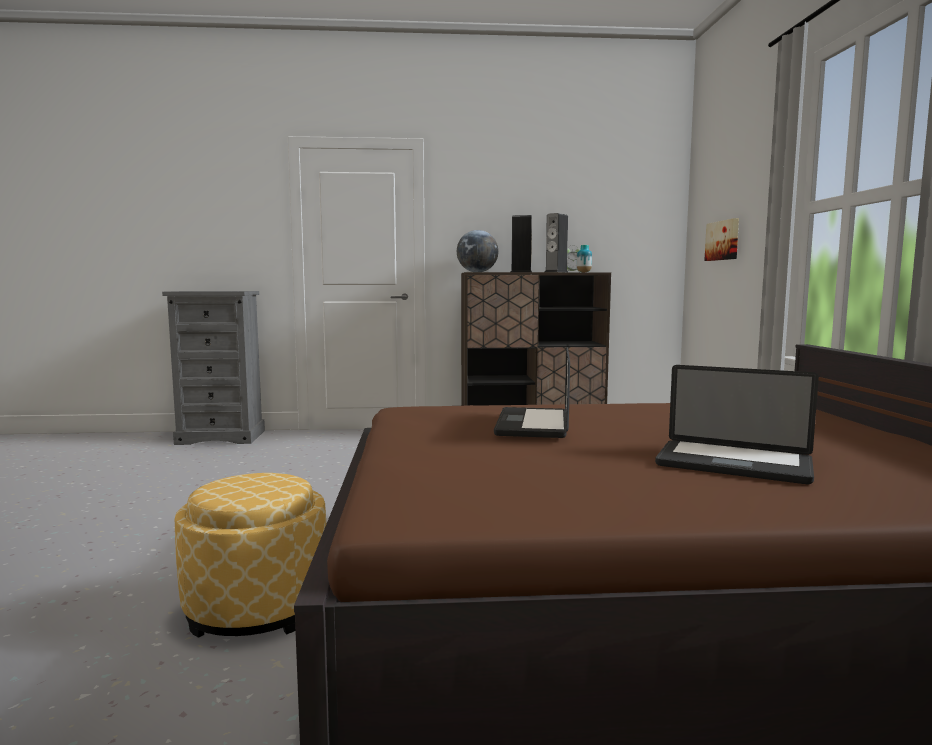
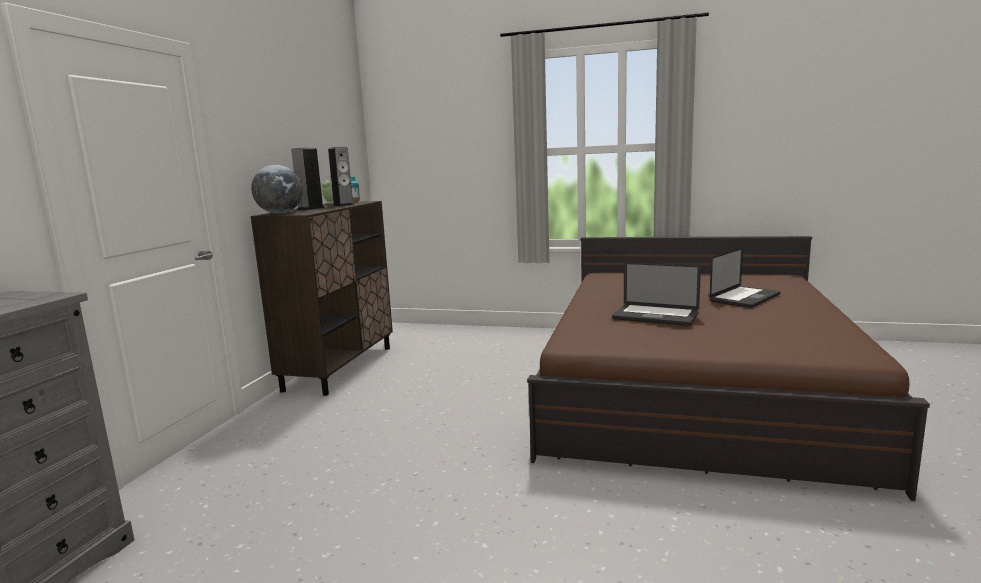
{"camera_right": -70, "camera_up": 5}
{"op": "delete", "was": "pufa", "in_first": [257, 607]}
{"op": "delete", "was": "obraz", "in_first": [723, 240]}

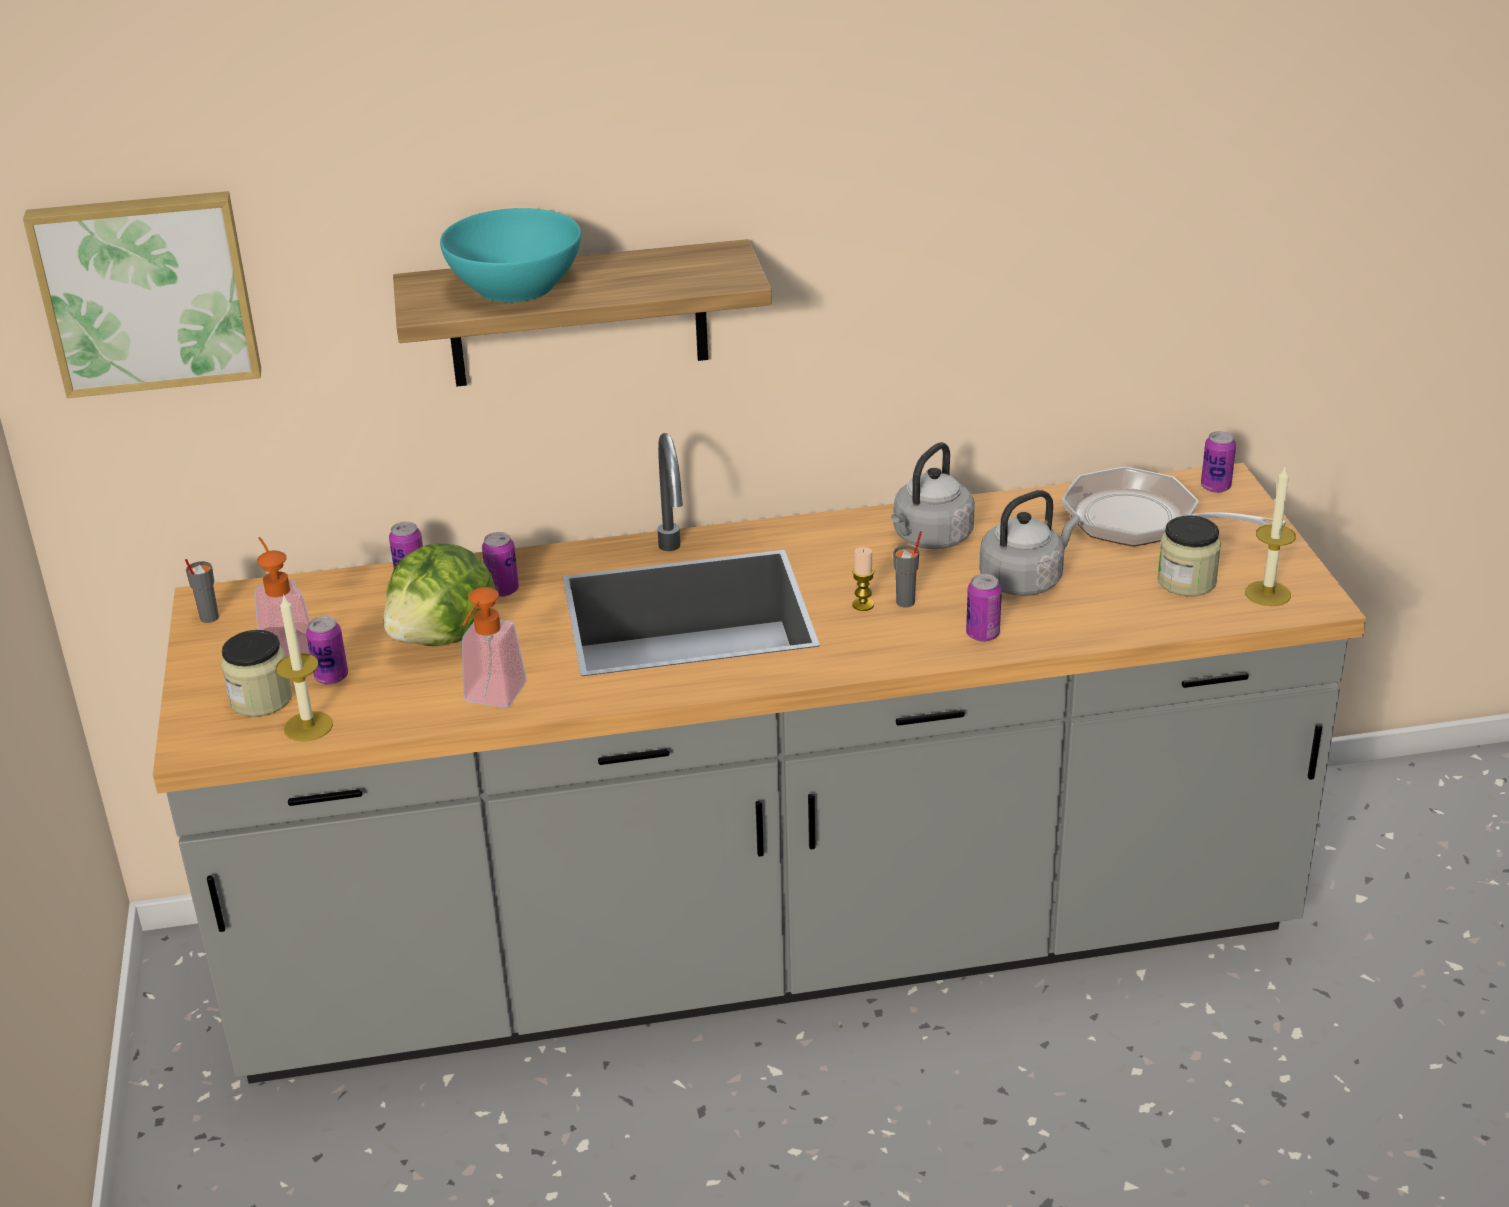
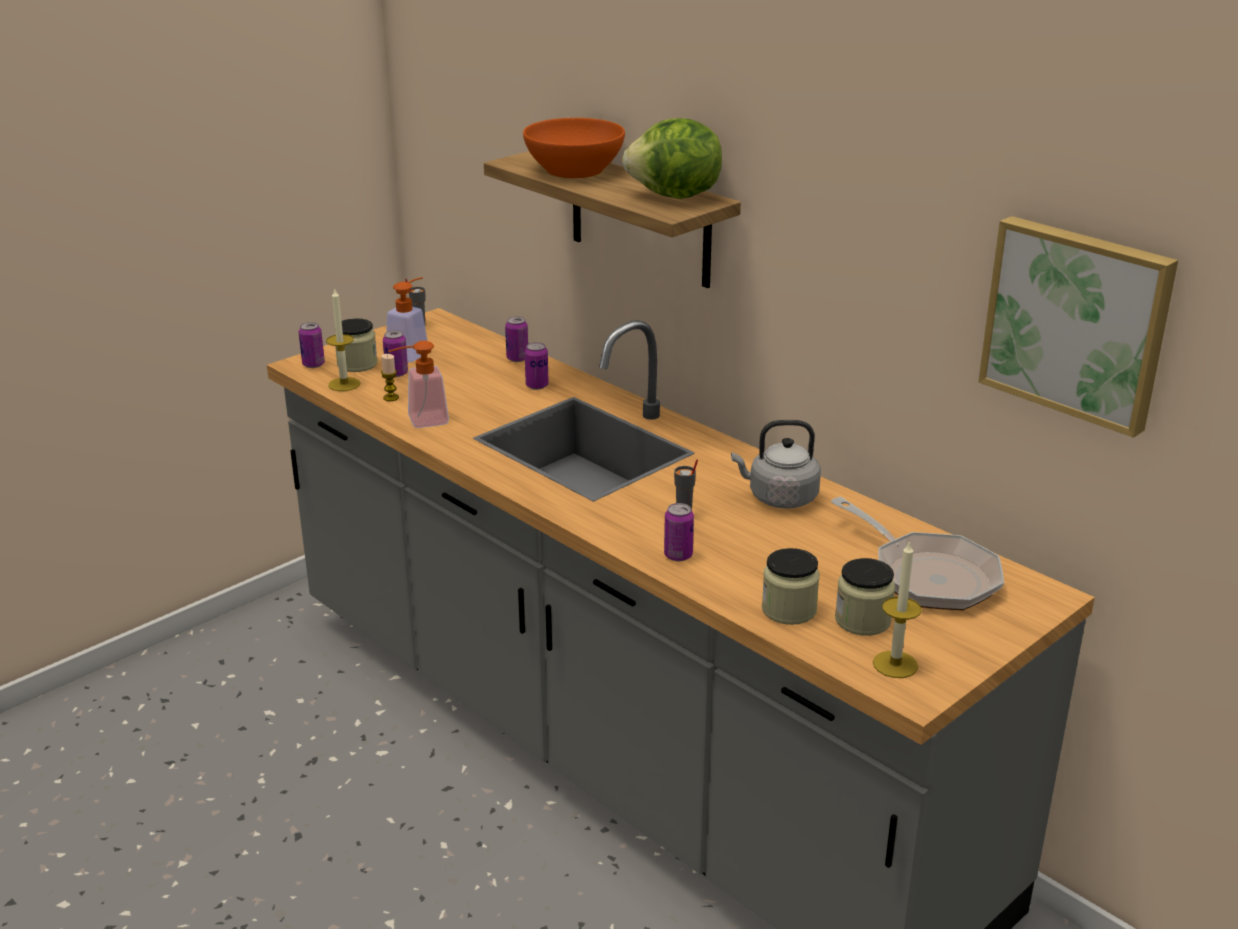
{"camera_right": 55, "camera_up": -5}
{"op": "delete", "was": "czajnik/szary", "in_first": [1024, 580]}
{"op": "insert", "now": "słoik", "in_second": [789, 610]}
{"op": "move", "was": "obraz", "in_first": [147, 291], "in_second": [1077, 322]}
{"op": "move", "was": "sałata", "in_first": [445, 638], "in_second": [675, 197]}
{"op": "move", "was": "świeca", "in_first": [863, 605], "in_second": [391, 398]}
{"op": "move", "was": "puszka", "in_first": [1215, 487], "in_second": [313, 364]}
{"op": "recolor", "was": "miska/turkusowy", "now": "miska/pomarańczowy", "in_first": [516, 286], "in_second": [575, 170]}
{"op": "rotate", "was": "patelnia", "in_first": [1142, 521], "in_second": [927, 575], "clockwise": 150}

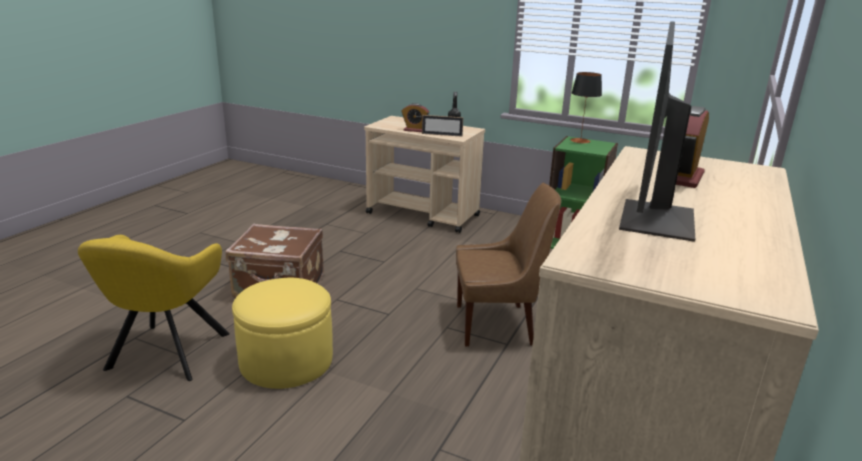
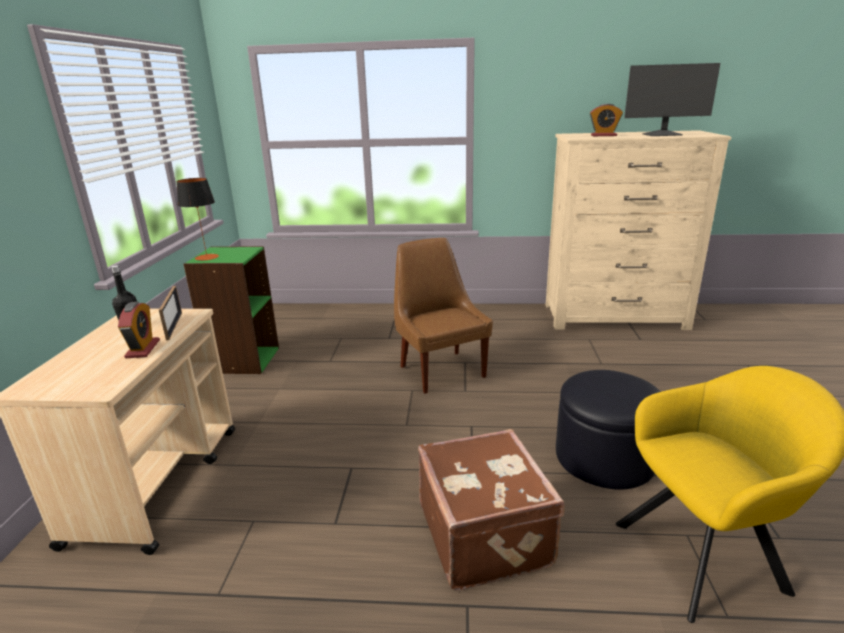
{"camera_right": -110, "camera_up": 0}
{"op": "recolor", "was": "pufa/żółty", "now": "pufa/czarny", "in_first": [287, 360], "in_second": [604, 457]}

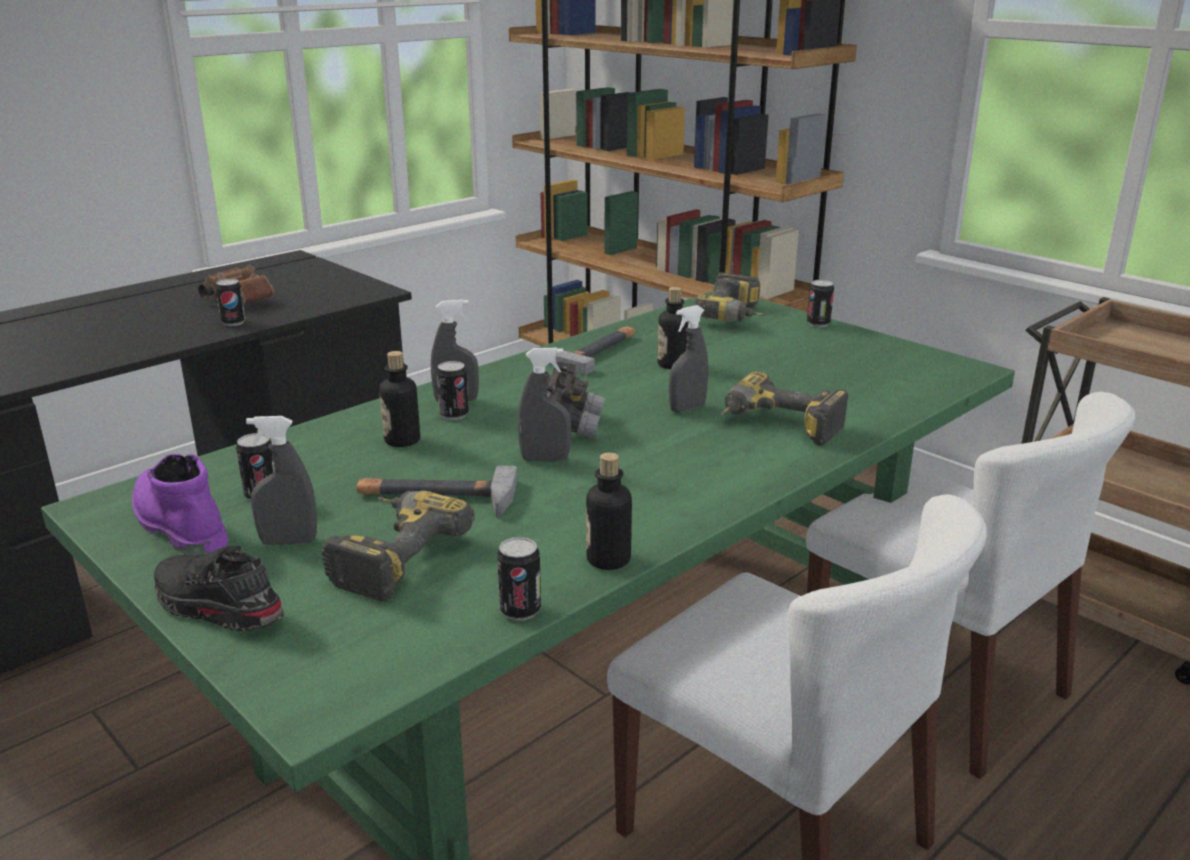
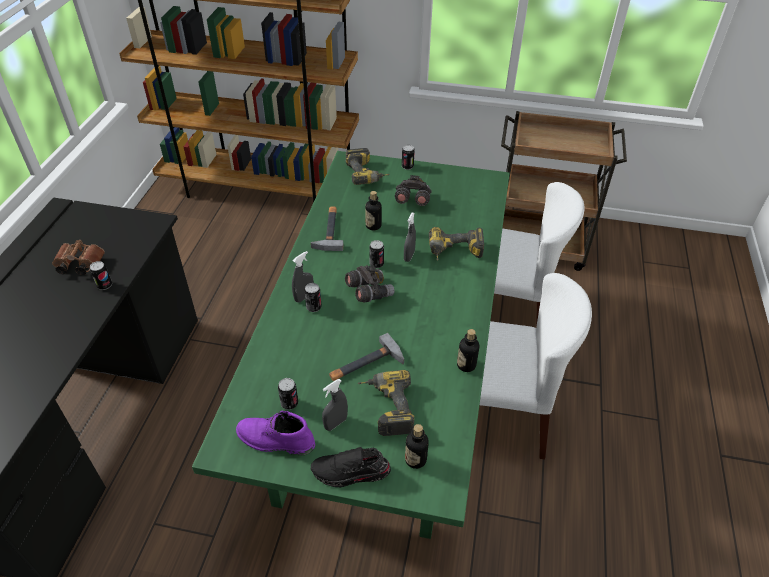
{"camera_right": -35, "camera_up": 20}
{"op": "delete", "was": "spryskiwacz/szary", "in_first": [545, 459]}
{"op": "insert", "now": "lornetka/szary", "in_second": [412, 201]}
{"op": "move", "was": "butelka", "in_first": [402, 440], "in_second": [415, 459]}
{"op": "move", "was": "puszka", "in_first": [520, 610], "in_second": [376, 264]}

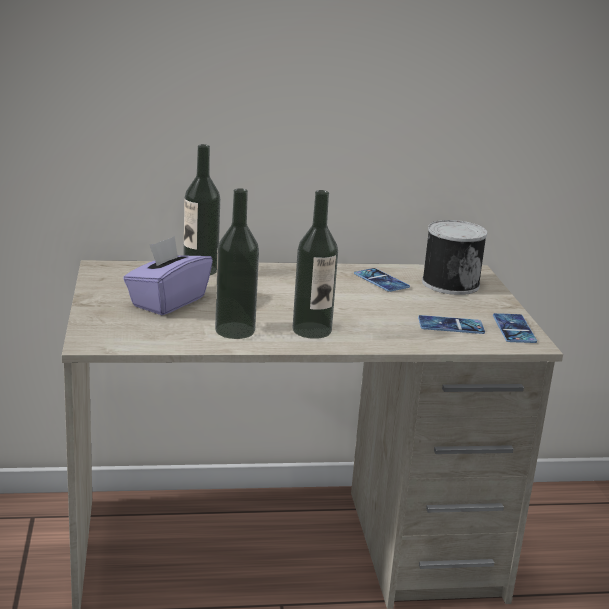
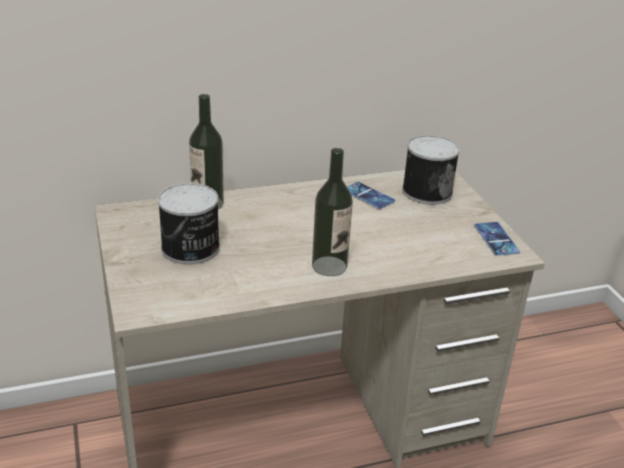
{"camera_right": -10, "camera_up": 10}
{"op": "delete", "was": "butelka", "in_first": [235, 330]}
{"op": "delete", "was": "telefon", "in_first": [451, 325]}
{"op": "replace", "was": "pudełko chusteczek/fioletowy", "now": "puszka", "in_first": [167, 302], "in_second": [191, 248]}

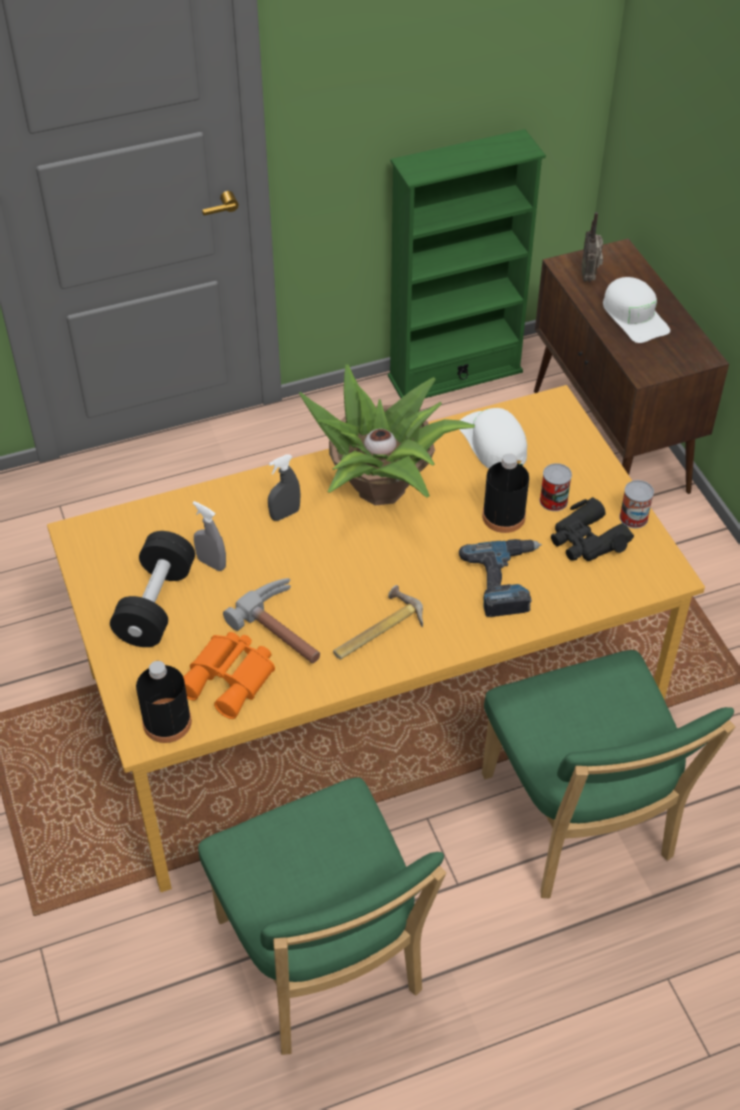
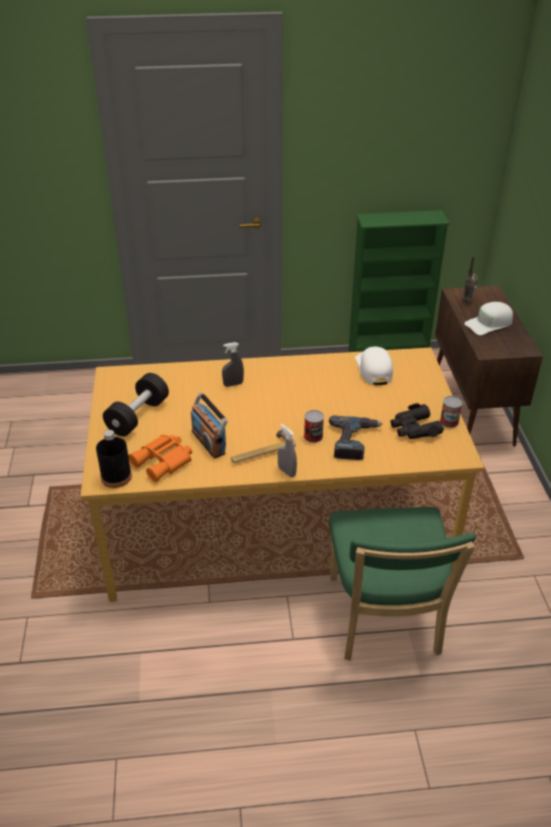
{"camera_right": 15, "camera_up": -10}
{"op": "delete", "was": "krzesło/zielony", "in_first": [323, 964]}
{"op": "delete", "was": "roślina doniczkowa", "in_first": [382, 489]}
{"op": "delete", "was": "butelka/czarny", "in_first": [503, 516]}
{"op": "move", "was": "spryskiwacz/szary", "in_first": [211, 563], "in_second": [286, 471]}
{"op": "move", "was": "puszka", "in_first": [553, 500], "in_second": [313, 436]}
{"op": "replace", "was": "młotek", "now": "radio", "in_first": [287, 629], "in_second": [209, 442]}
{"op": "rotate", "was": "czapka z daszkiem/biały", "in_first": [634, 316], "in_second": [489, 324], "clockwise": 75}

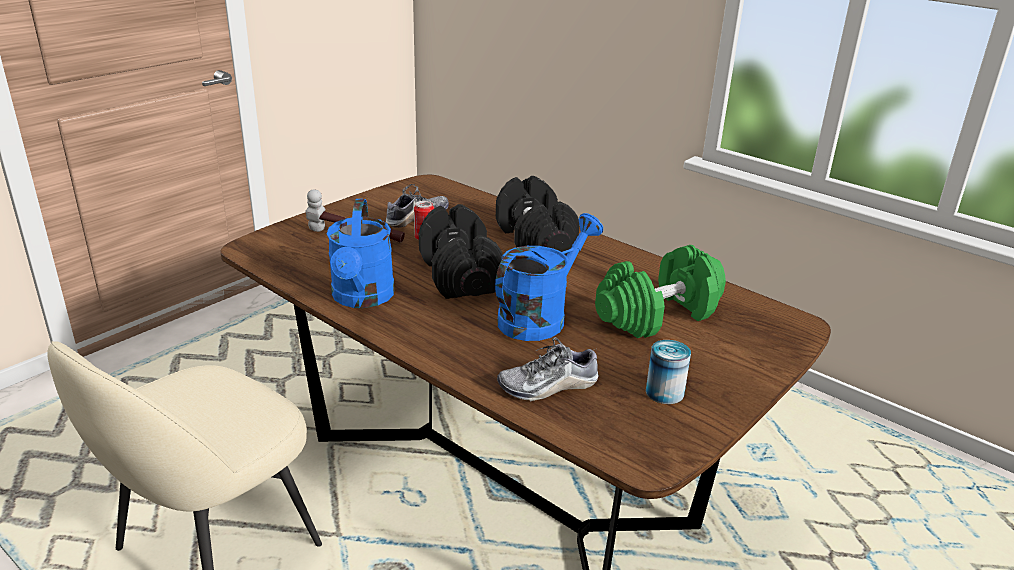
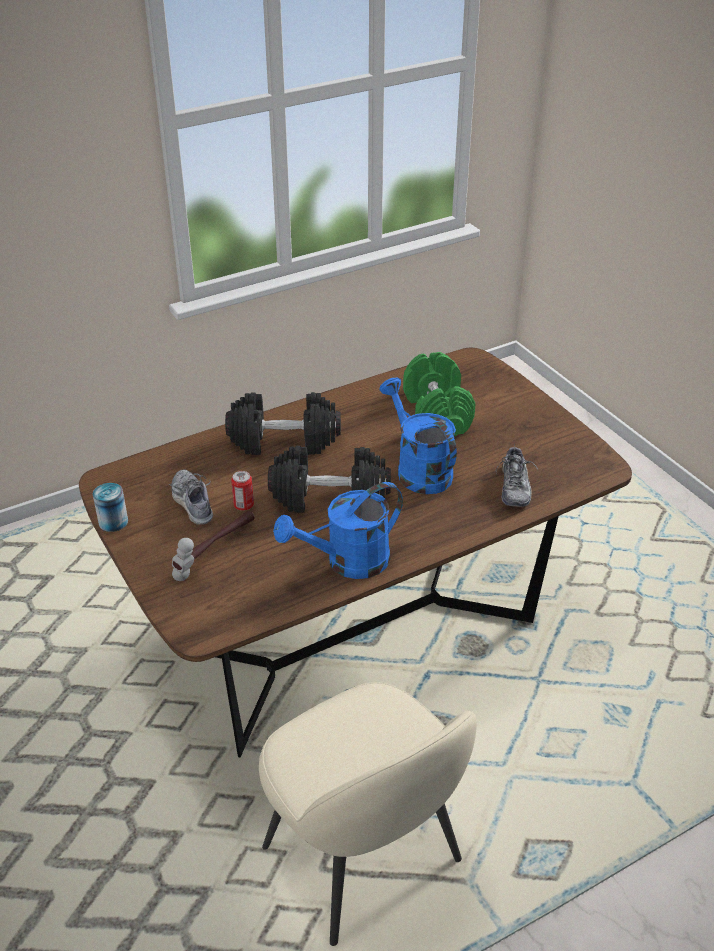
{"camera_right": -70, "camera_up": 10}
{"op": "move", "was": "puszka", "in_first": [664, 392], "in_second": [113, 522]}
{"op": "rotate", "was": "konewka/niebieski", "in_first": [362, 298], "in_second": [347, 562], "clockwise": 135}

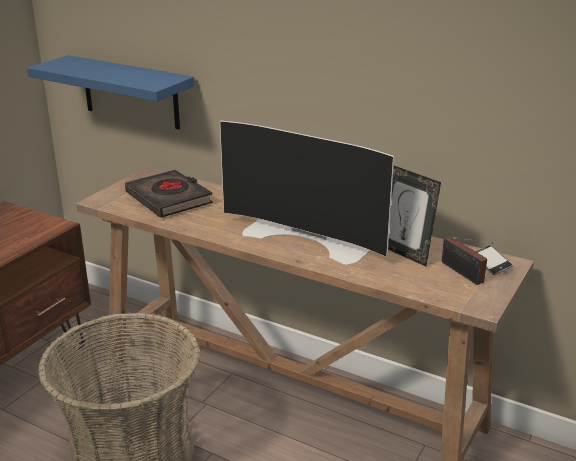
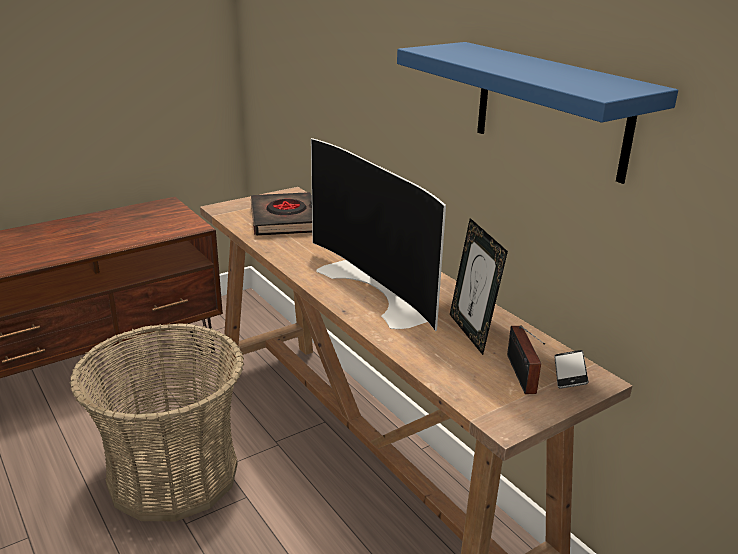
{"camera_right": 25, "camera_up": 0}
{"op": "move", "was": "półka/niebieski", "in_first": [130, 92], "in_second": [550, 109]}

